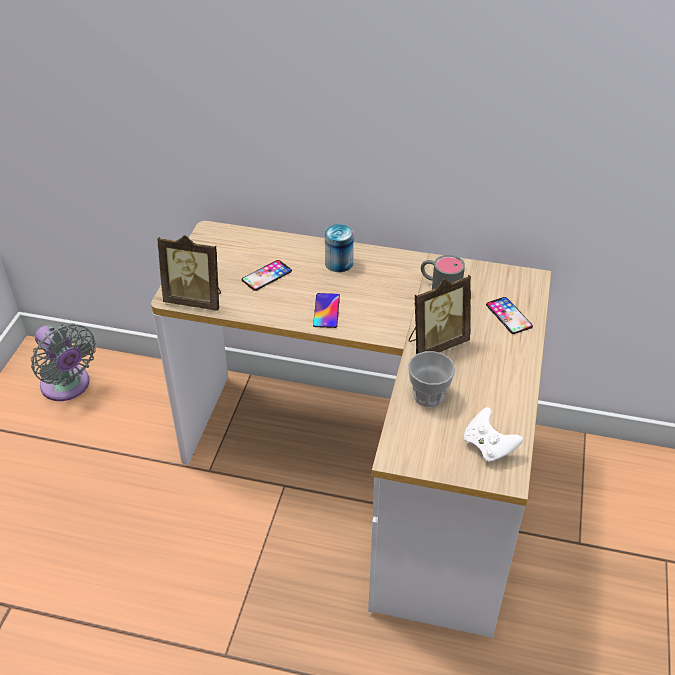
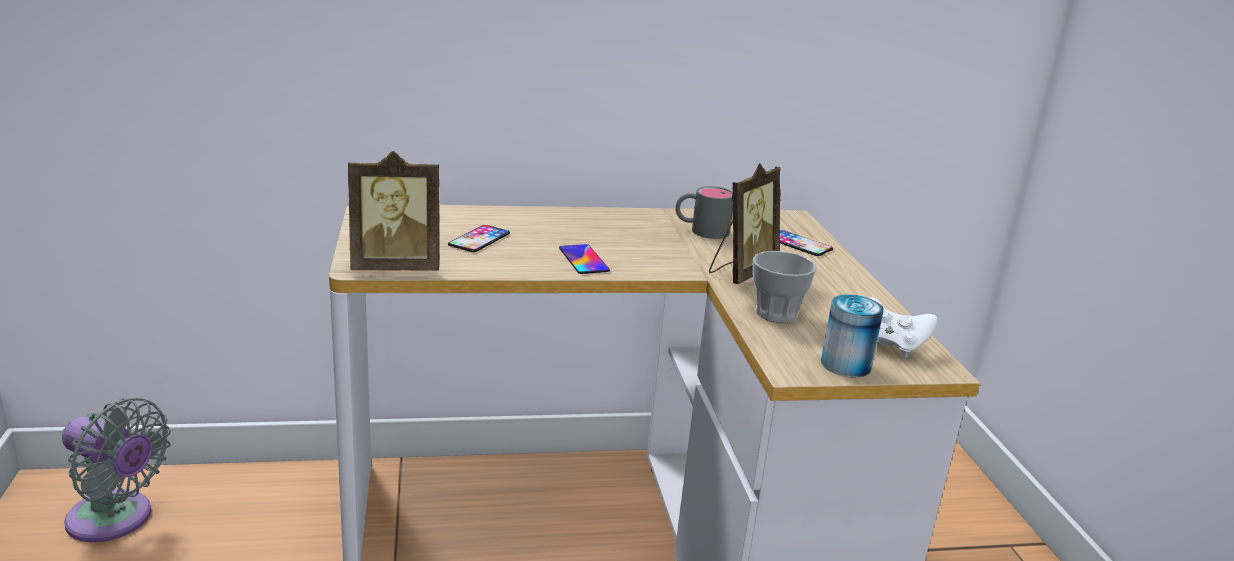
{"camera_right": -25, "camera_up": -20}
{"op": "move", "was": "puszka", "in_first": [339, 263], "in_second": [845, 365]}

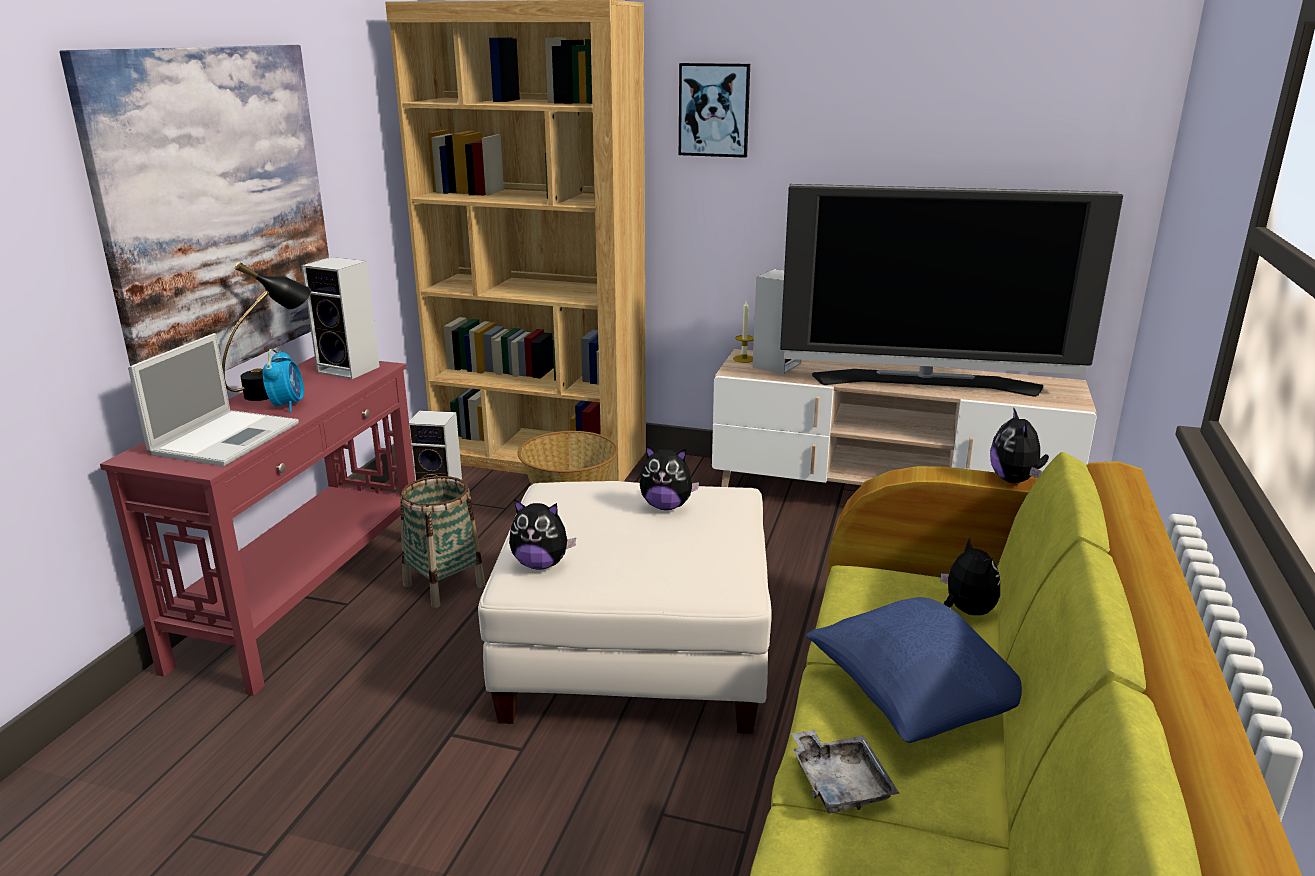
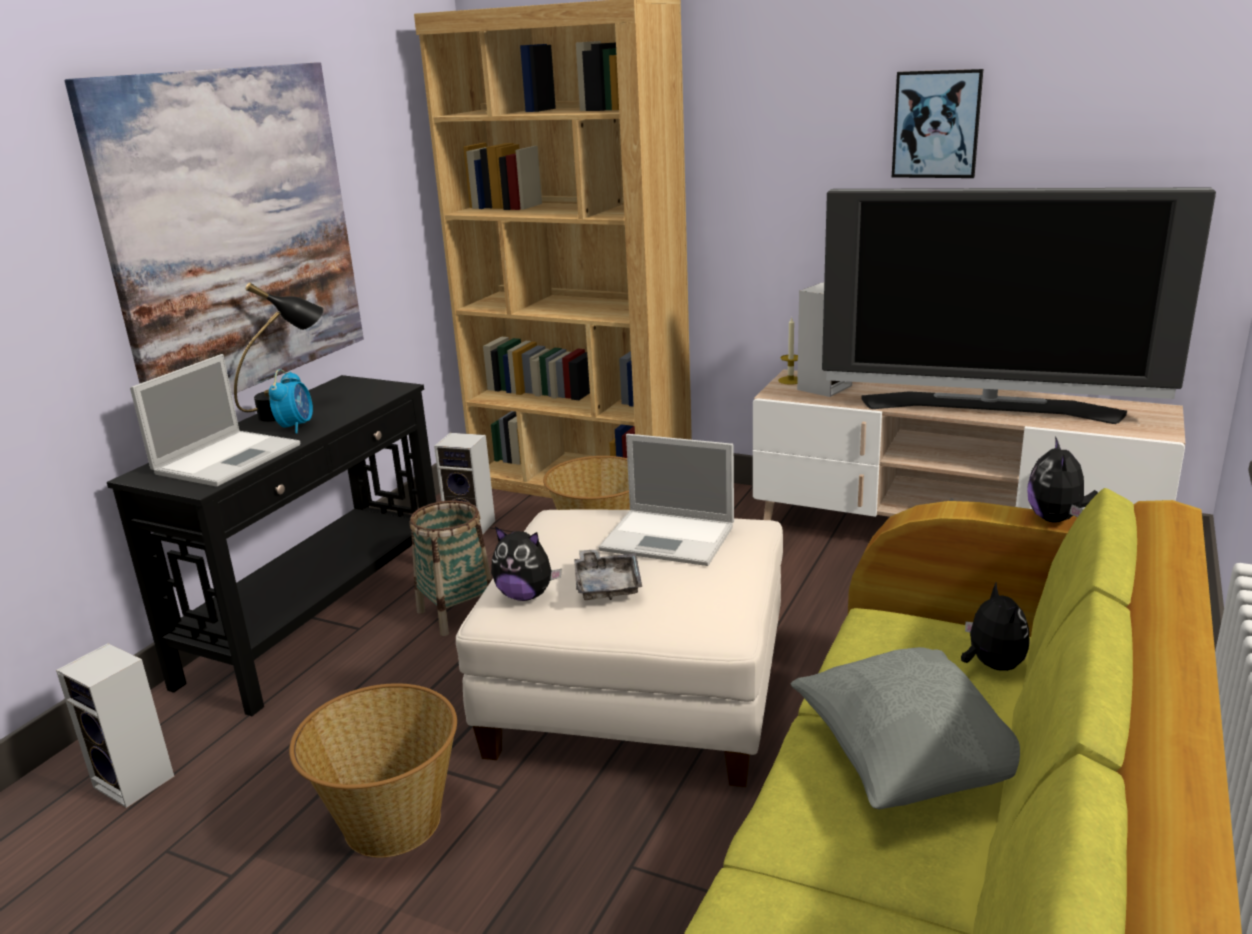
{"camera_right": 10, "camera_up": 0}
{"op": "insert", "now": "koszyk", "in_second": [390, 822]}
{"op": "move", "was": "głośnik", "in_first": [351, 370], "in_second": [137, 782]}
{"op": "move", "was": "obraz", "in_first": [714, 110], "in_second": [936, 124]}
{"op": "move", "was": "taca/szary", "in_first": [839, 783], "in_second": [607, 585]}
{"op": "replace", "was": "pluszak", "now": "laptop", "in_first": [666, 506], "in_second": [670, 538]}
{"op": "recolor", "was": "stolik konsolowy/czerwony", "now": "stolik konsolowy/czarny", "in_first": [306, 598], "in_second": [321, 621]}
{"op": "recolor", "was": "poduszka/niebieski", "now": "poduszka/szary", "in_first": [913, 700], "in_second": [905, 762]}

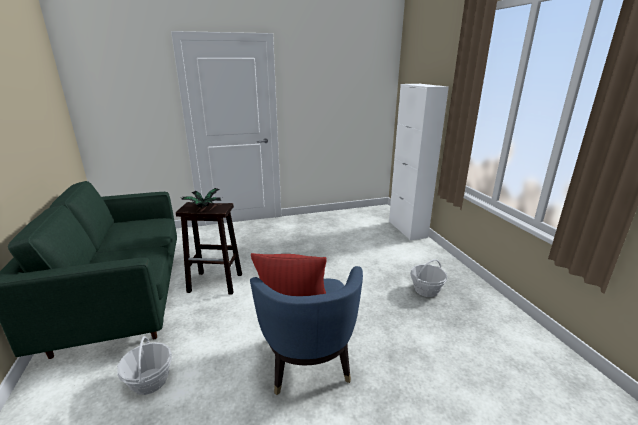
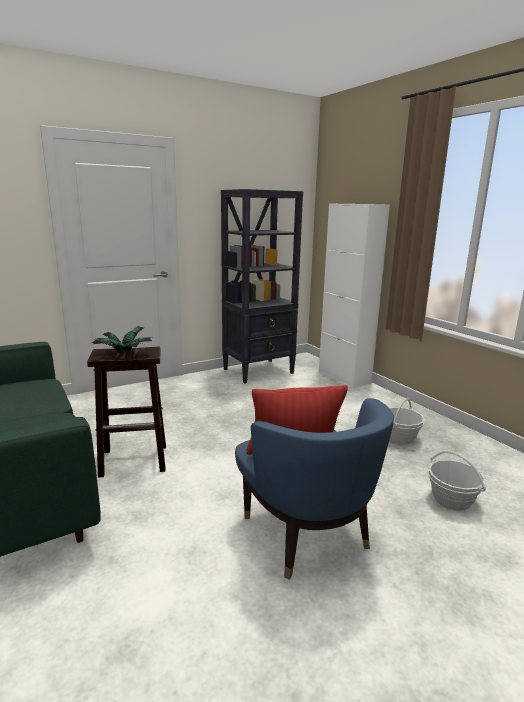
{"camera_right": -15, "camera_up": -5}
{"op": "insert", "now": "regał/czarny", "in_second": [259, 371]}
{"op": "move", "was": "koszyk", "in_first": [150, 381], "in_second": [452, 499]}

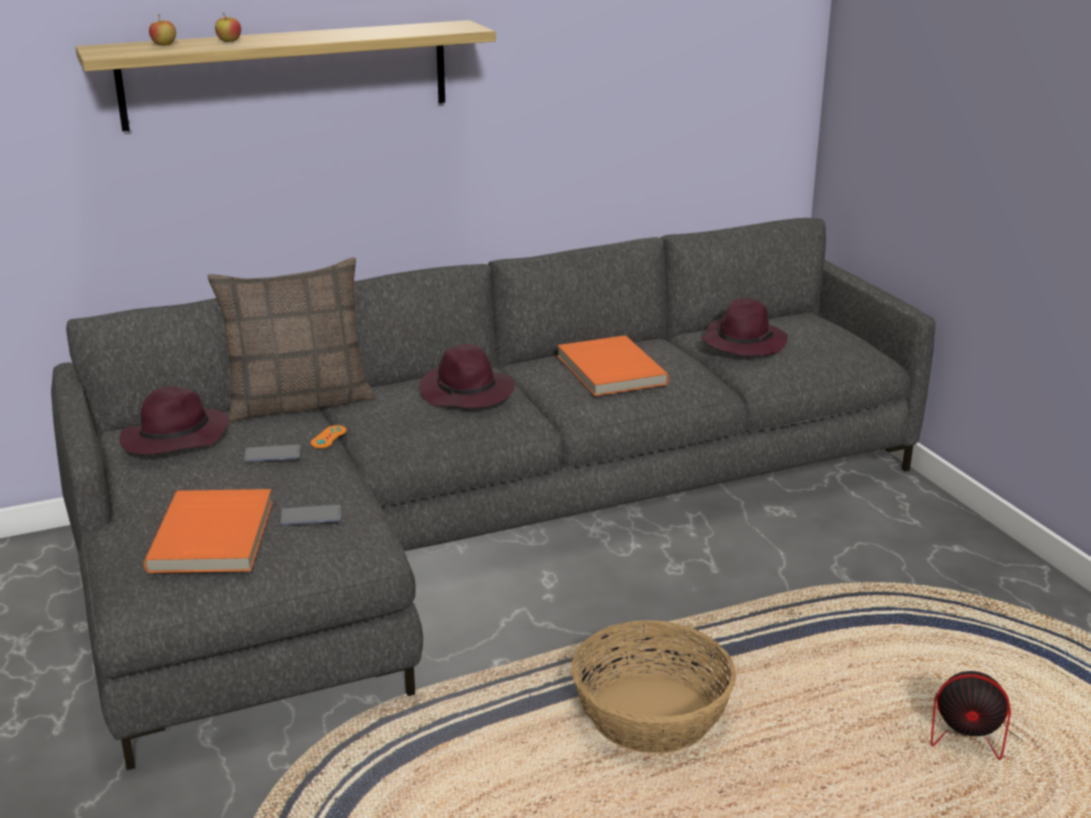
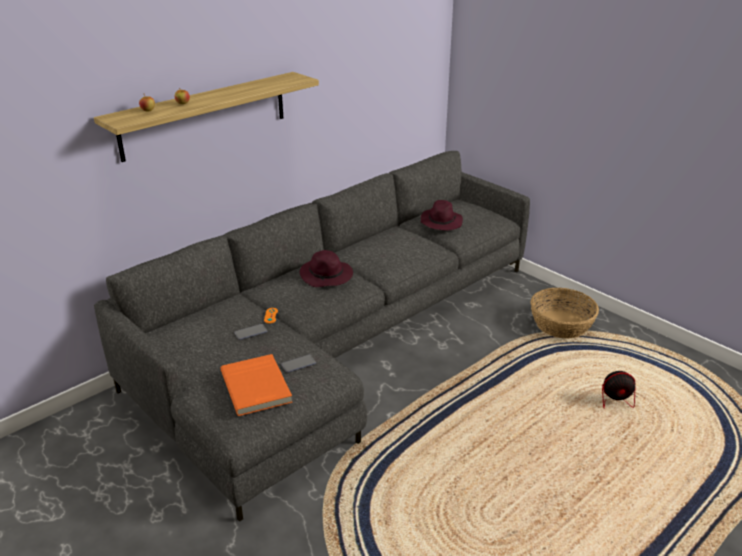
{"camera_right": -20, "camera_up": 5}
{"op": "delete", "was": "kapelusz/fioletowy", "in_first": [174, 439]}
{"op": "delete", "was": "poduszka", "in_first": [299, 402]}
{"op": "delete", "was": "książka/pomarańczowy", "in_first": [609, 370]}
{"op": "move", "was": "koszyk", "in_first": [652, 714], "in_second": [561, 324]}

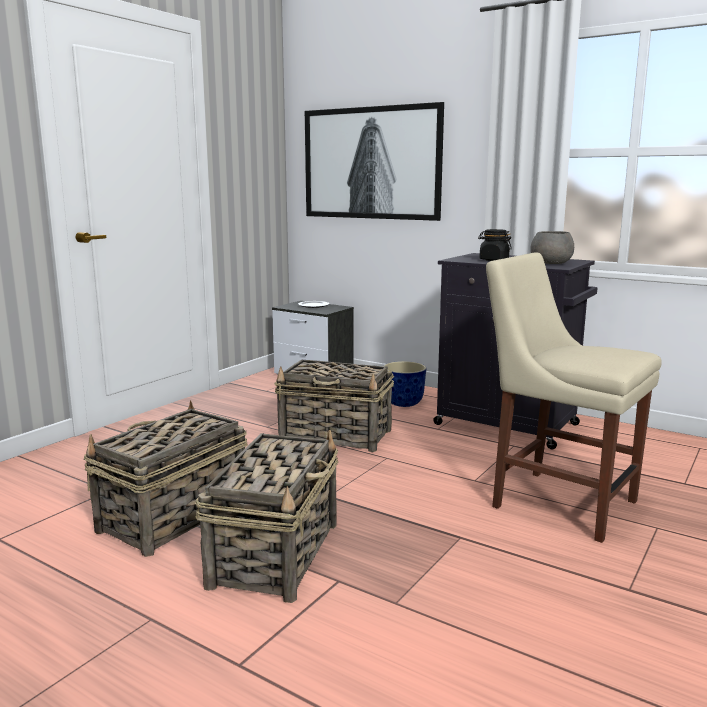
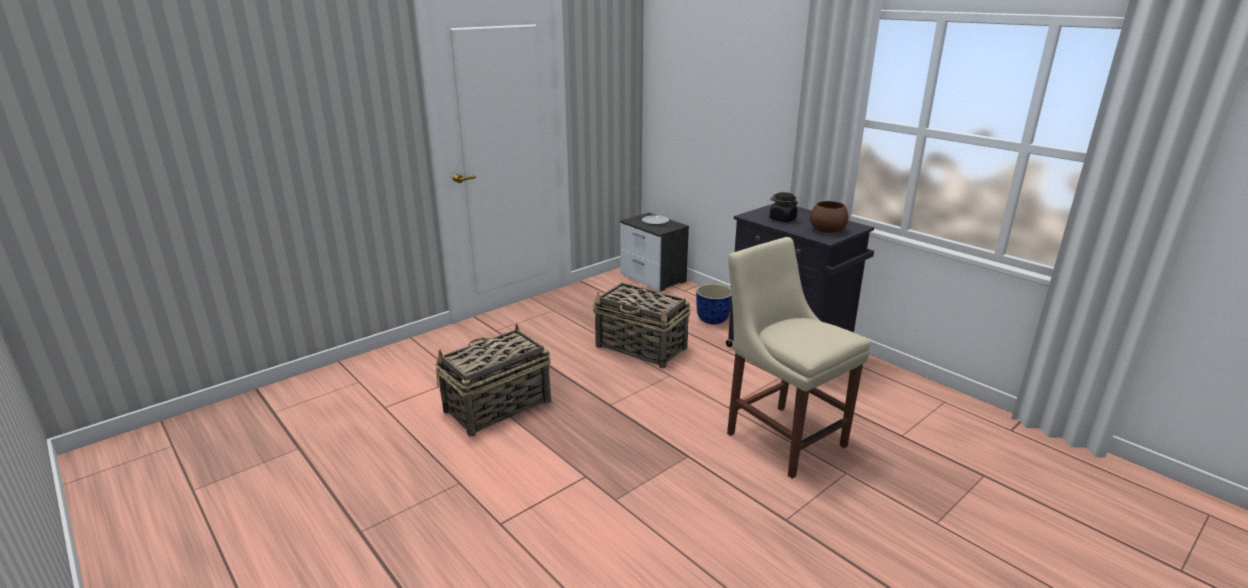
{"camera_right": 15, "camera_up": 10}
{"op": "delete", "was": "koszyk", "in_first": [276, 553]}
{"op": "delete", "was": "obraz", "in_first": [372, 163]}
{"op": "recolor", "was": "miska/szary", "now": "miska/brązowy", "in_first": [551, 263], "in_second": [828, 230]}

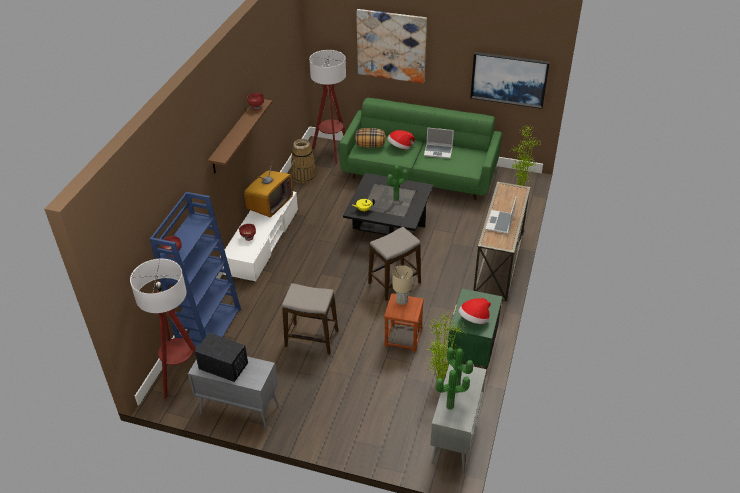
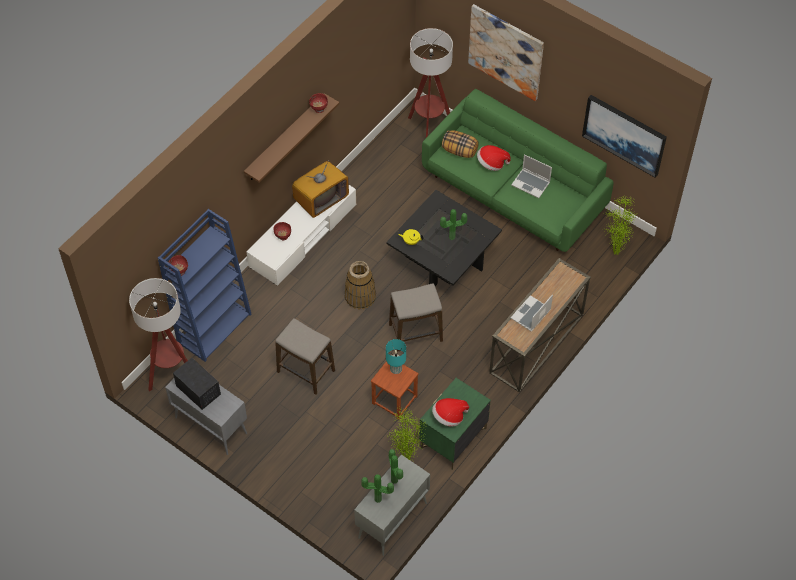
{"camera_right": 20, "camera_up": 15}
{"op": "move", "was": "koszyk", "in_first": [304, 176], "in_second": [360, 296]}
{"op": "recolor", "was": "lampa stołowa/beżowy", "now": "lampa stołowa/turkusowy", "in_first": [402, 301], "in_second": [395, 369]}

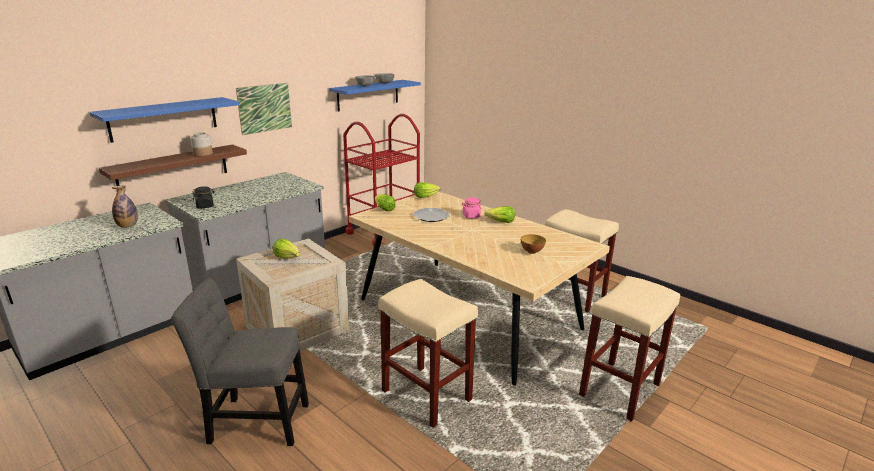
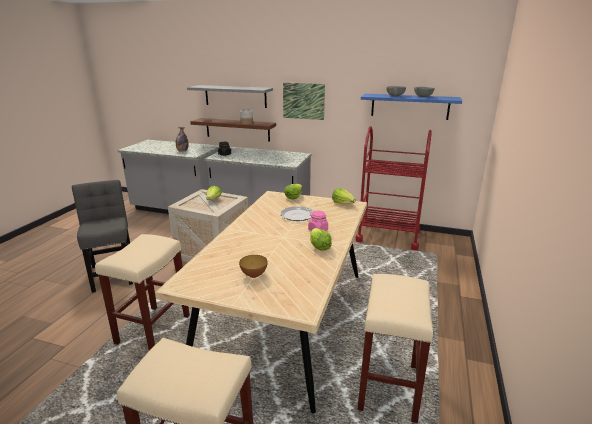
{"camera_right": 65, "camera_up": 0}
{"op": "recolor", "was": "półka/niebieski", "now": "półka/szary", "in_first": [164, 119], "in_second": [235, 96]}

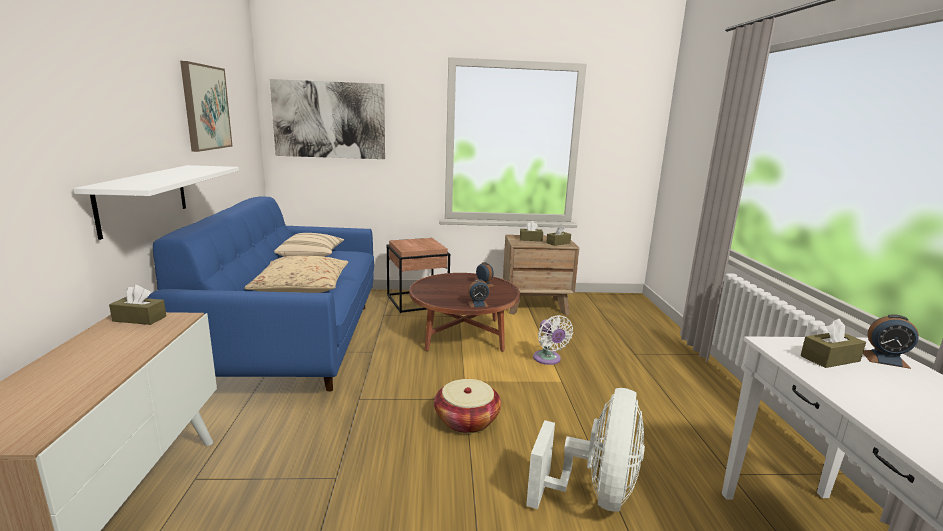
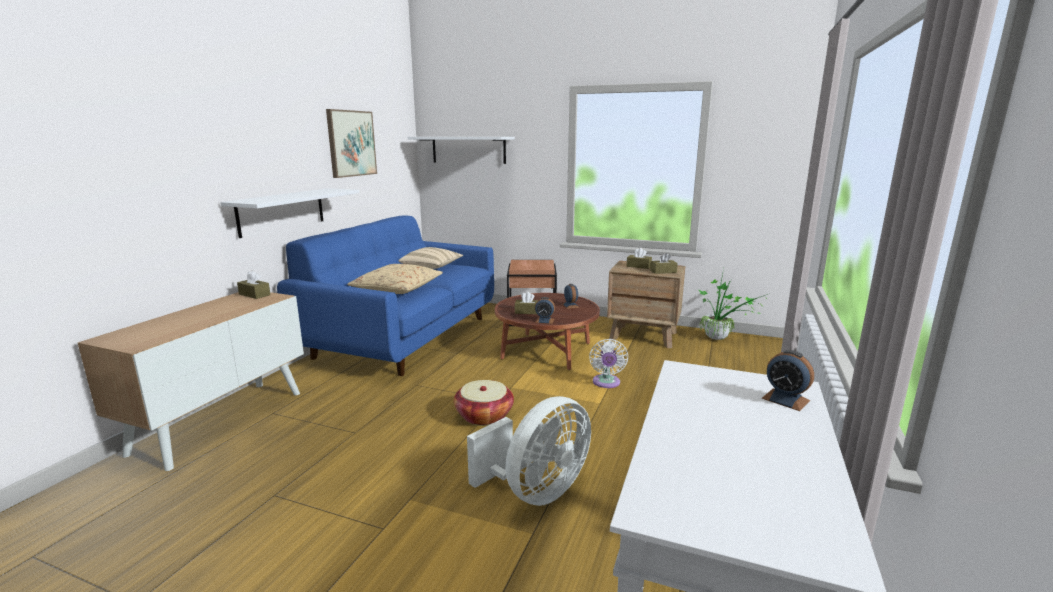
{"camera_right": 25, "camera_up": 0}
{"op": "insert", "now": "roślina doniczkowa", "in_second": [721, 339]}
{"op": "move", "was": "pudełko chusteczek/brązowy", "in_first": [830, 358], "in_second": [527, 312]}
{"op": "replace", "was": "obraz", "now": "półka/biały", "in_first": [329, 120], "in_second": [468, 149]}

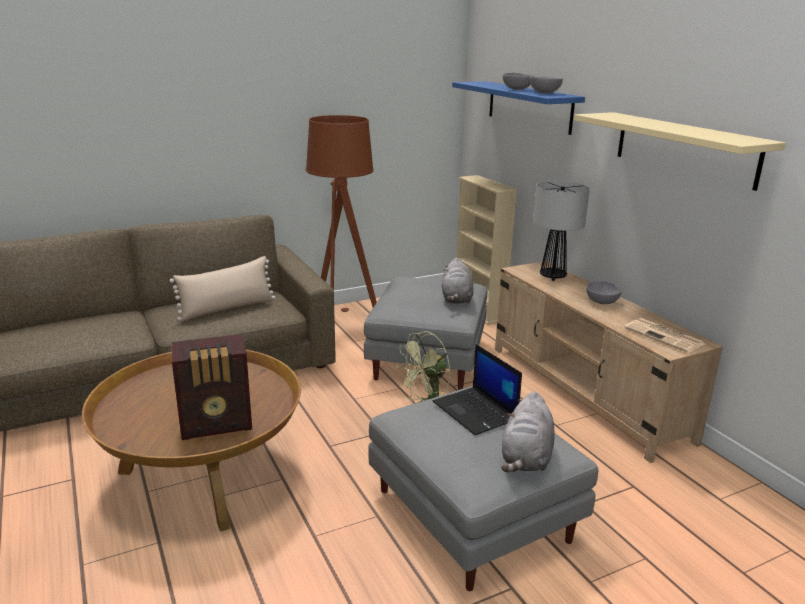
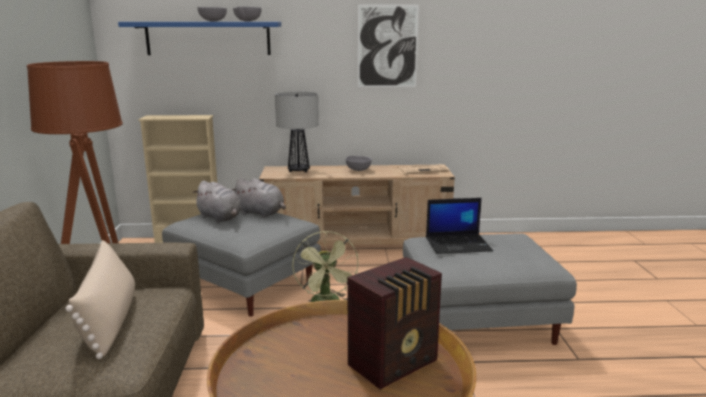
{"camera_right": -65, "camera_up": -5}
{"op": "move", "was": "pluszak/szary", "in_first": [526, 458], "in_second": [220, 218]}
{"op": "replace", "was": "półka/beżowy", "now": "obraz", "in_first": [684, 148], "in_second": [387, 46]}
{"op": "rotate", "was": "radio", "in_first": [217, 424], "in_second": [395, 363], "clockwise": 45}

